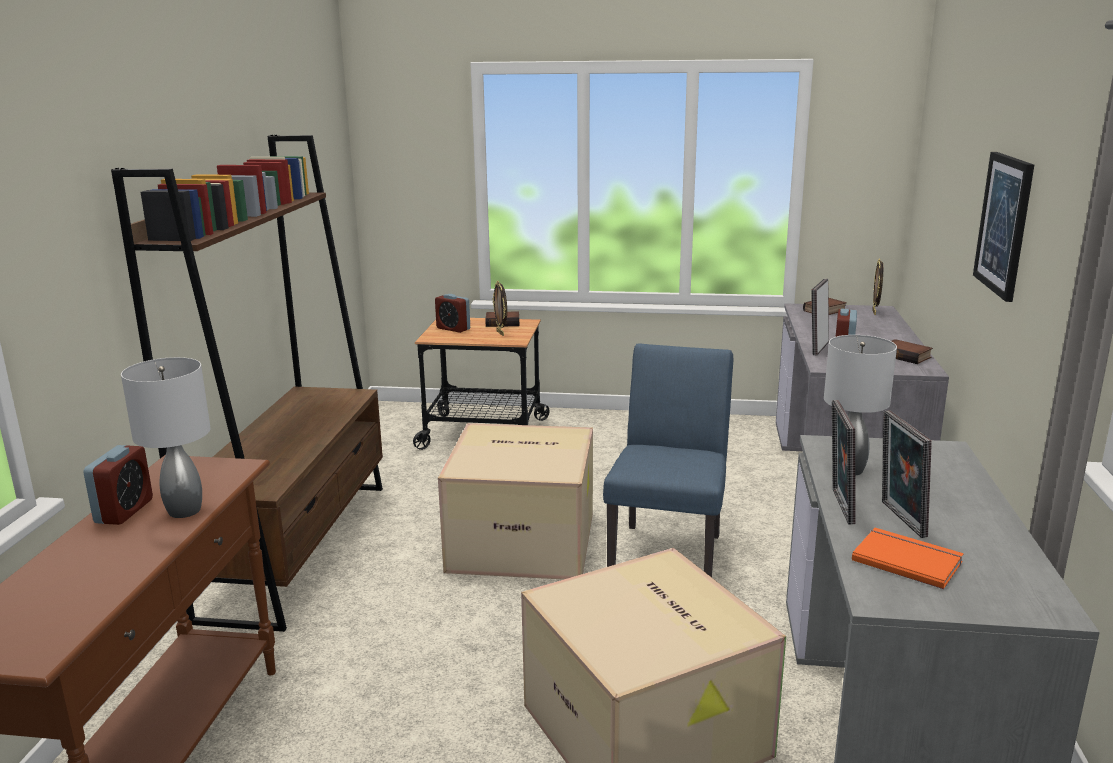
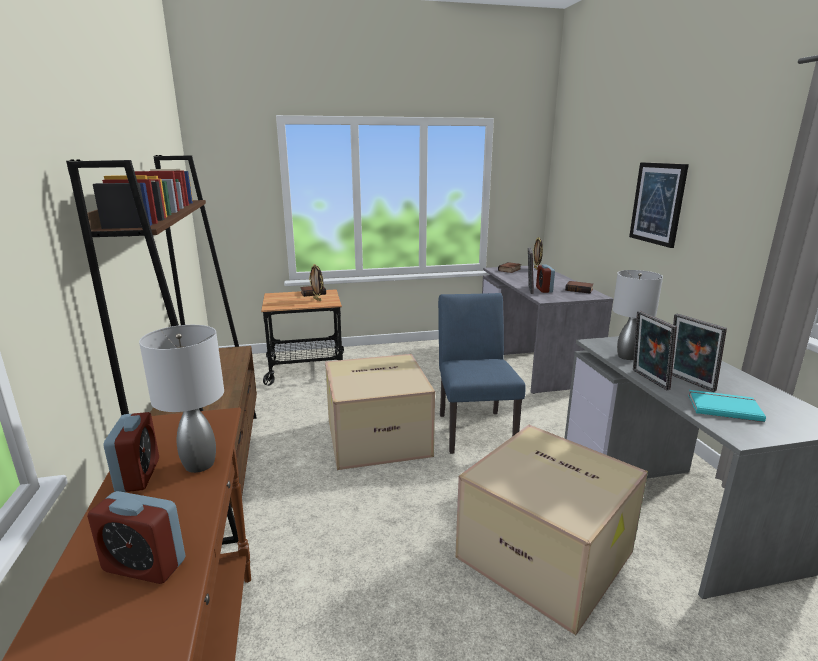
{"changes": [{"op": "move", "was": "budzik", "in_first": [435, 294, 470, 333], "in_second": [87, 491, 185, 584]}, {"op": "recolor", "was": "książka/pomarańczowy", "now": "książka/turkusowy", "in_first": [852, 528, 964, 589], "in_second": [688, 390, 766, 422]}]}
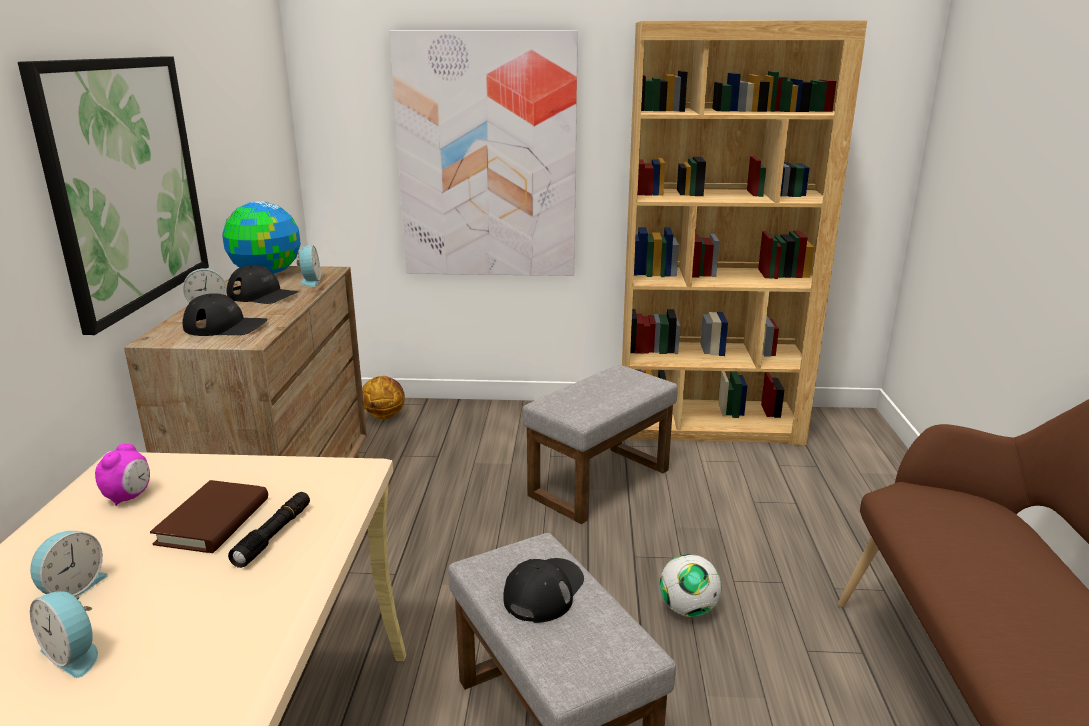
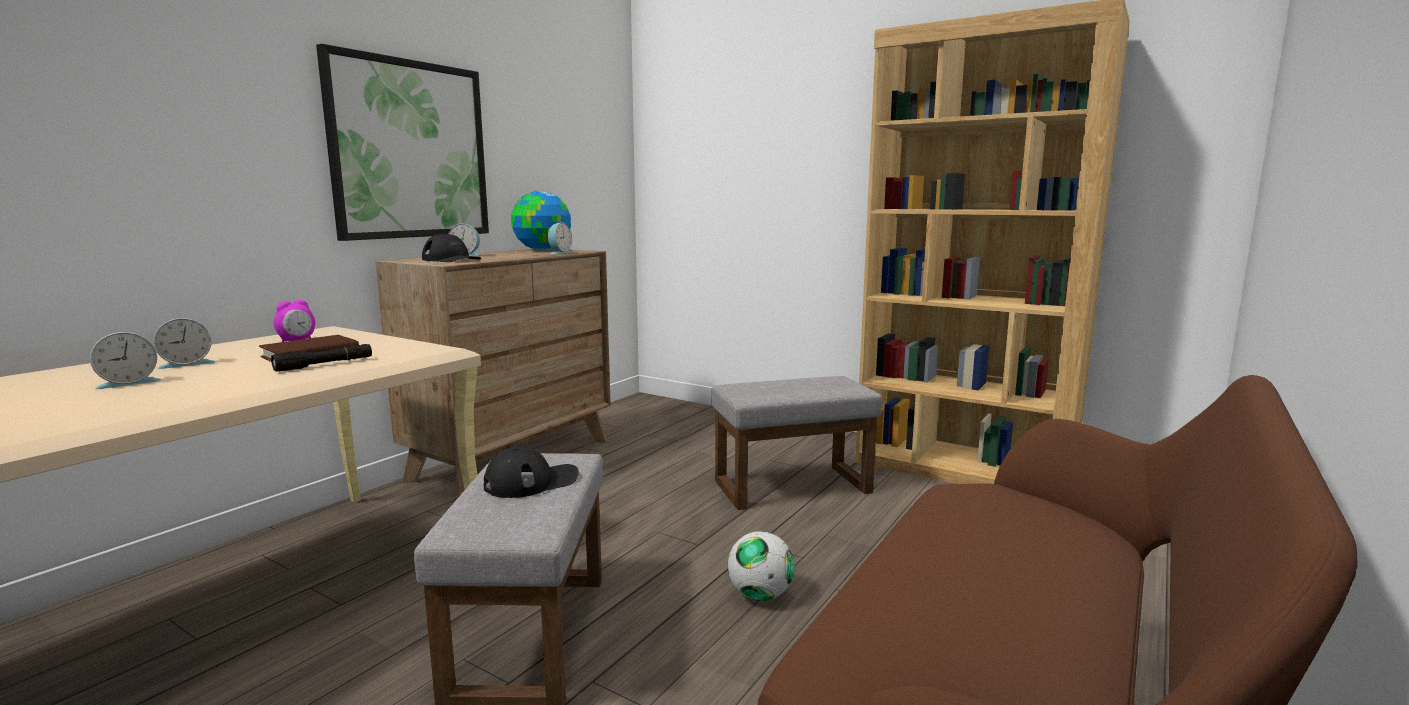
{"changes": [{"op": "rotate", "was": "budzik", "in_first": [30, 591, 98, 678], "in_second": [90, 332, 161, 389], "clockwise": -105}, {"op": "delete", "was": "czapka z daszkiem/czarny", "in_first": [227, 265, 299, 304]}, {"op": "delete", "was": "piłka do koszykówki", "in_first": [362, 376, 405, 419]}, {"op": "delete", "was": "obraz", "in_first": [389, 30, 578, 276]}]}
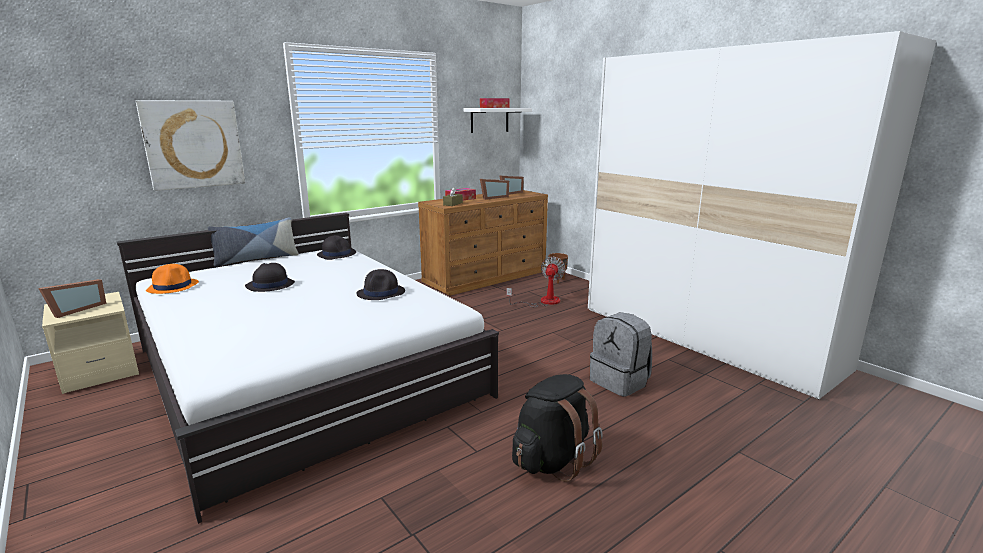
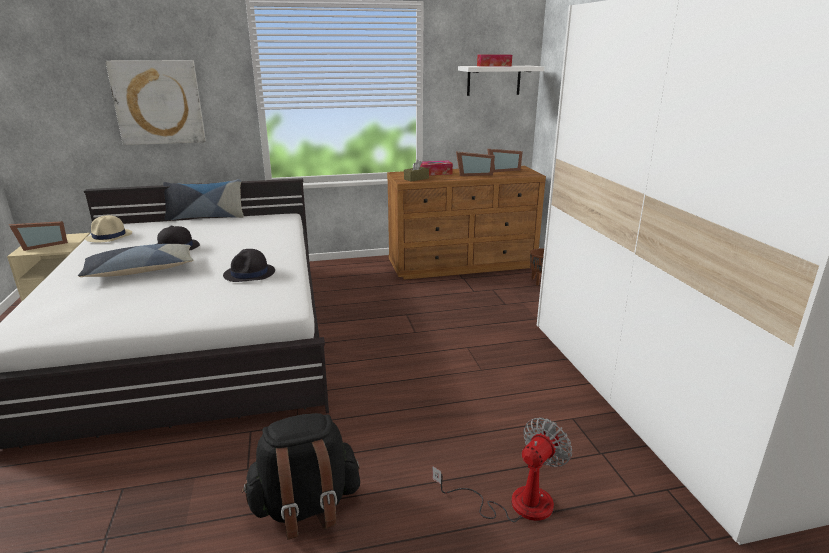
{"changes": [{"op": "insert", "now": "poduszka", "in_second": [78, 244, 193, 277]}, {"op": "recolor", "was": "kapelusz/pomarańczowy", "now": "kapelusz/beżowy", "in_first": [146, 264, 199, 294], "in_second": [85, 215, 132, 242]}, {"op": "move", "was": "wentylator", "in_first": [506, 257, 566, 307], "in_second": [432, 417, 572, 522]}, {"op": "delete", "was": "kapelusz/czarny", "in_first": [317, 235, 356, 260]}, {"op": "delete", "was": "plecak/szary", "in_first": [590, 312, 652, 397]}]}
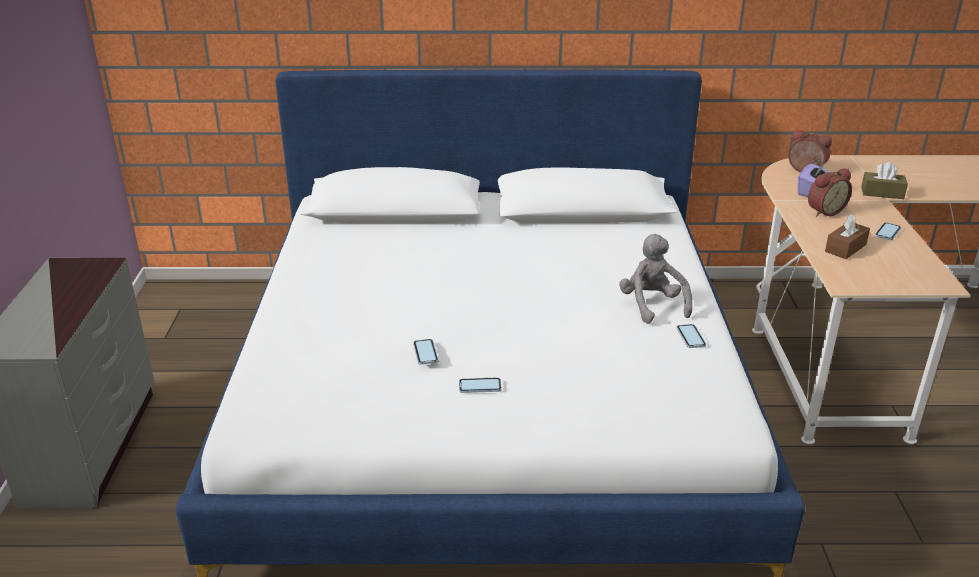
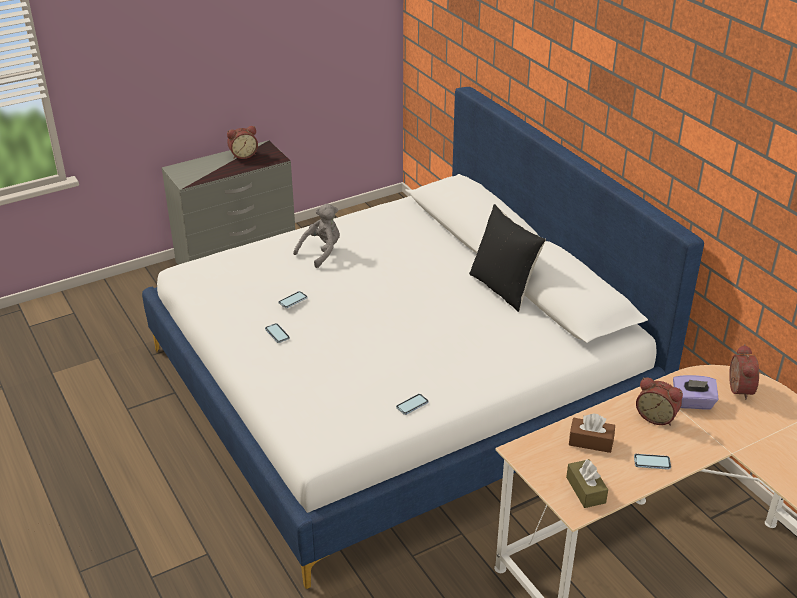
{"changes": [{"op": "insert", "now": "budzik", "in_second": [227, 126, 258, 159]}, {"op": "move", "was": "pluszak/szary", "in_first": [619, 234, 692, 324], "in_second": [293, 203, 340, 268]}, {"op": "insert", "now": "poduszka/czarny", "in_second": [469, 204, 546, 312]}, {"op": "move", "was": "pudełko chusteczek/brązowy", "in_first": [861, 162, 908, 199], "in_second": [566, 459, 608, 508]}]}
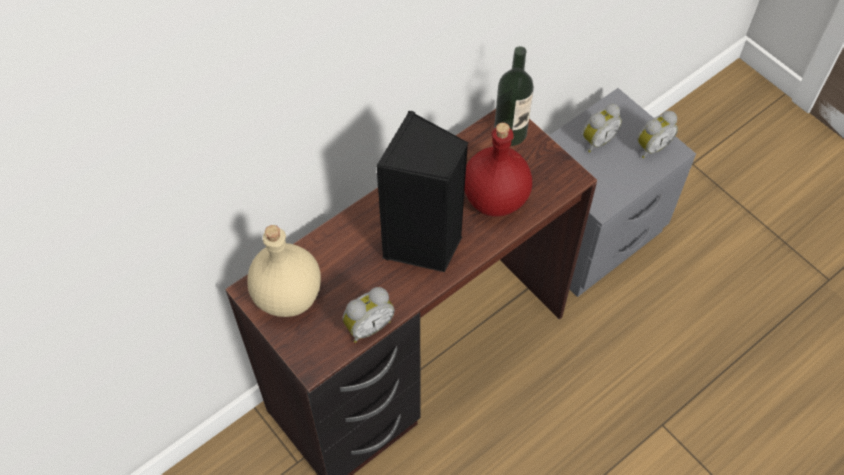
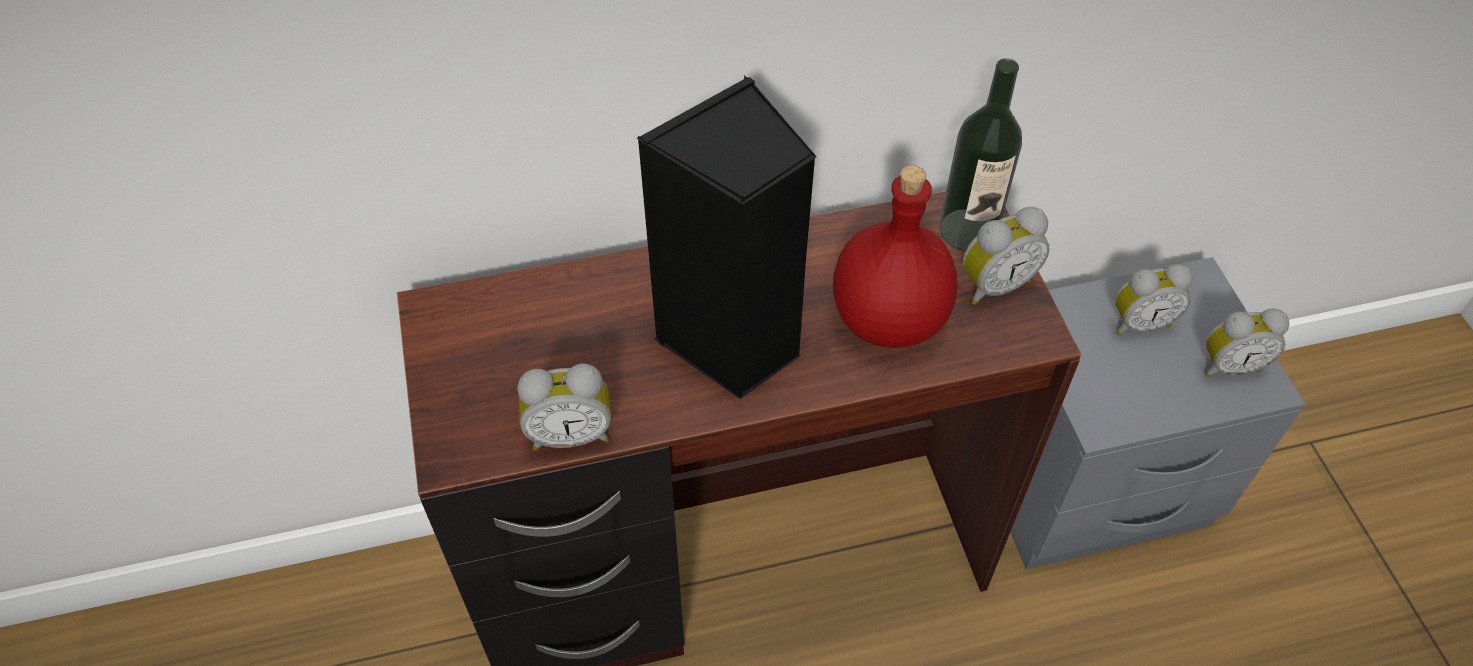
{"changes": [{"op": "insert", "now": "budzik", "in_second": [963, 207, 1049, 305]}, {"op": "delete", "was": "butelka/beżowy", "in_first": [247, 225, 321, 317]}]}
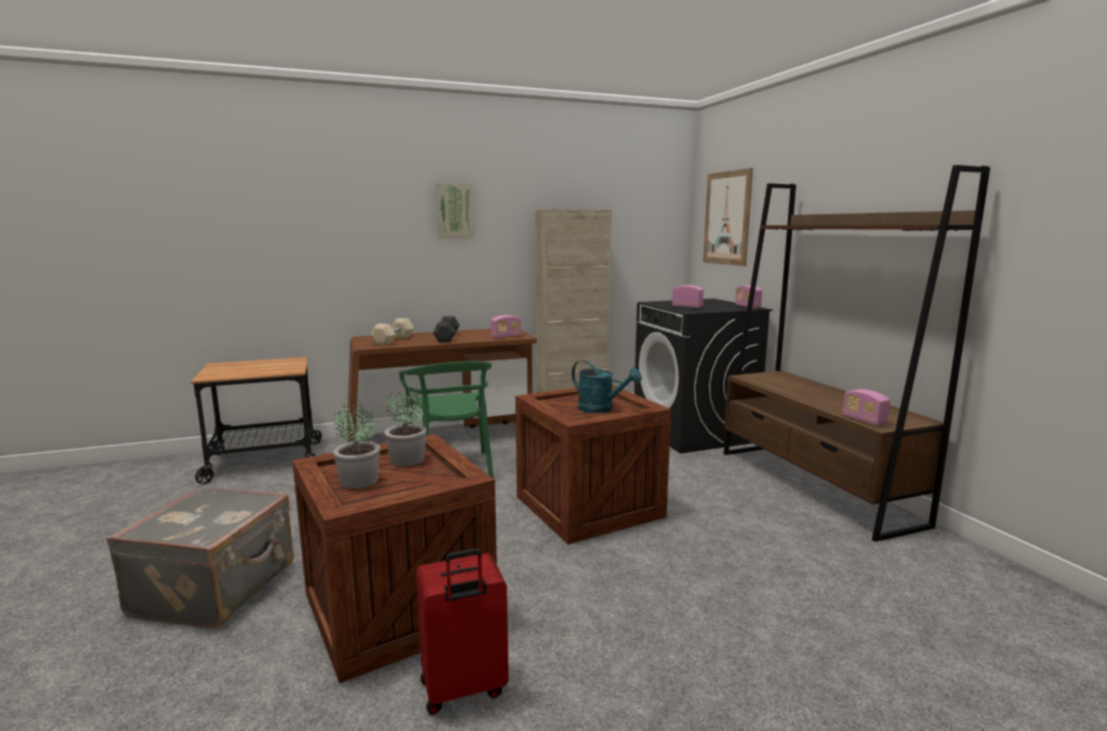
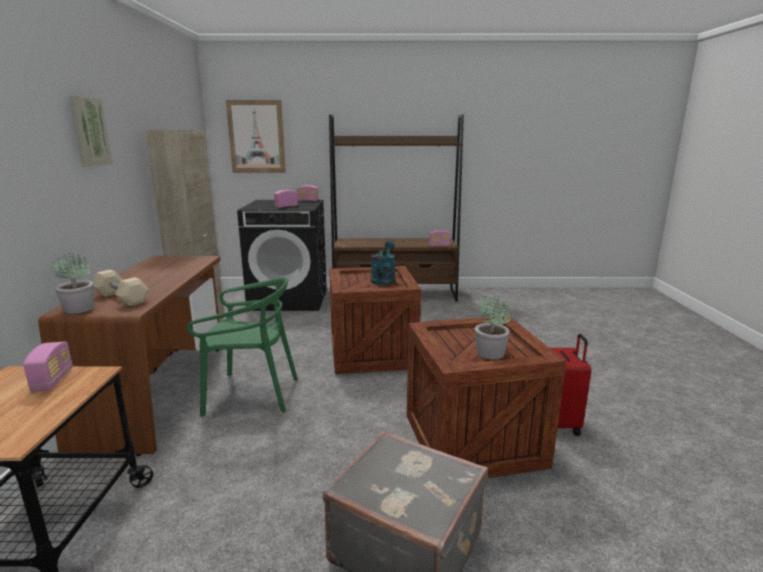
{"changes": [{"op": "move", "was": "radio", "in_first": [491, 315, 521, 338], "in_second": [23, 342, 73, 391]}, {"op": "move", "was": "roślina doniczkowa", "in_first": [384, 390, 427, 466], "in_second": [52, 253, 95, 314]}, {"op": "rotate", "was": "konewka/turkusowy", "in_first": [572, 360, 642, 413], "in_second": [371, 241, 395, 285], "clockwise": -45}, {"op": "delete", "was": "hantel/szary", "in_first": [433, 316, 460, 342]}]}
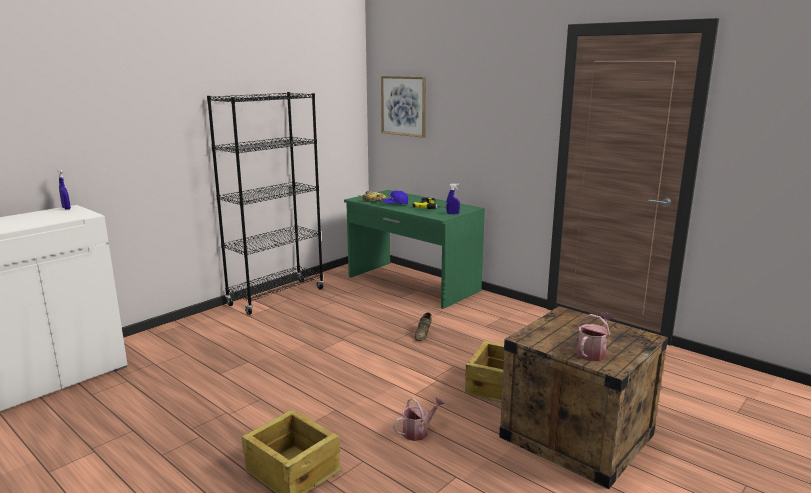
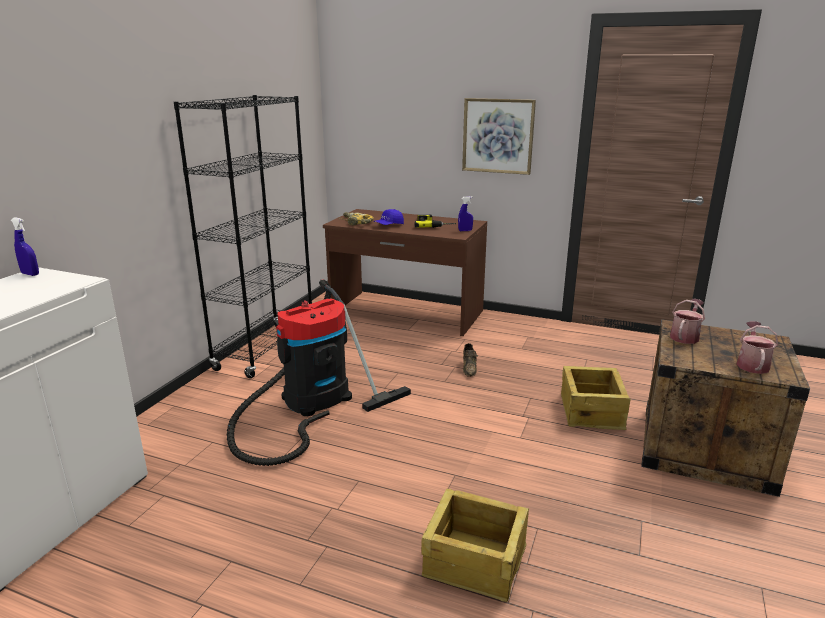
{"changes": [{"op": "insert", "now": "odkurzacz", "in_second": [227, 279, 411, 466]}, {"op": "recolor", "was": "biurko/zielony", "now": "biurko/brązowy", "in_first": [344, 190, 485, 309], "in_second": [323, 209, 487, 336]}, {"op": "move", "was": "obraz", "in_first": [381, 76, 426, 138], "in_second": [462, 98, 536, 175]}, {"op": "move", "was": "konewka", "in_first": [393, 397, 445, 441], "in_second": [670, 299, 705, 344]}]}
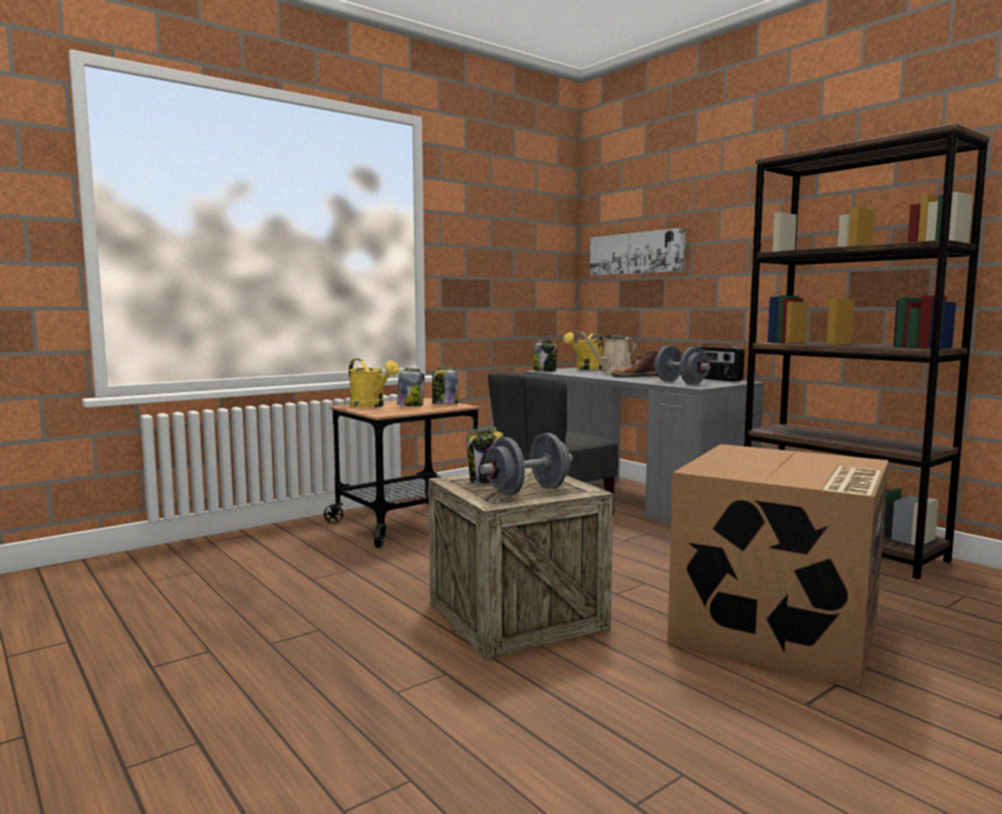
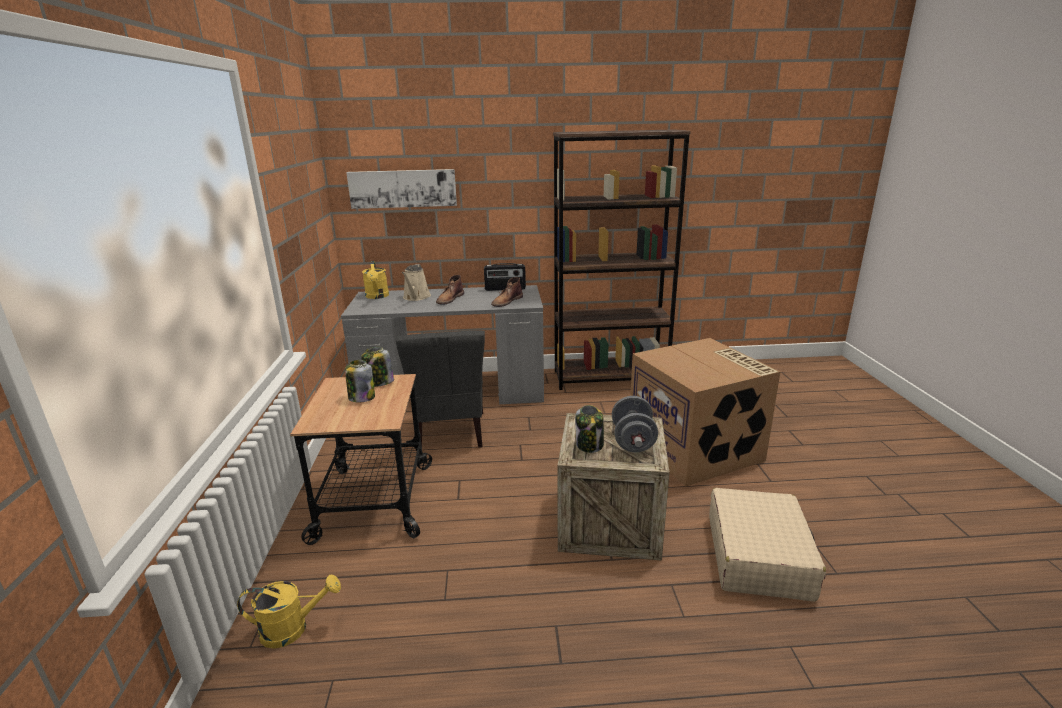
{"changes": [{"op": "move", "was": "konewka/żółty", "in_first": [349, 359, 399, 408], "in_second": [237, 575, 341, 649]}, {"op": "replace", "was": "hantel/szary", "now": "but z cholewką/brązowy", "in_first": [654, 345, 711, 385], "in_second": [491, 277, 523, 307]}, {"op": "insert", "now": "walizka/beżowy", "in_second": [709, 488, 826, 602]}, {"op": "delete", "was": "słoik", "in_first": [533, 340, 557, 372]}]}
